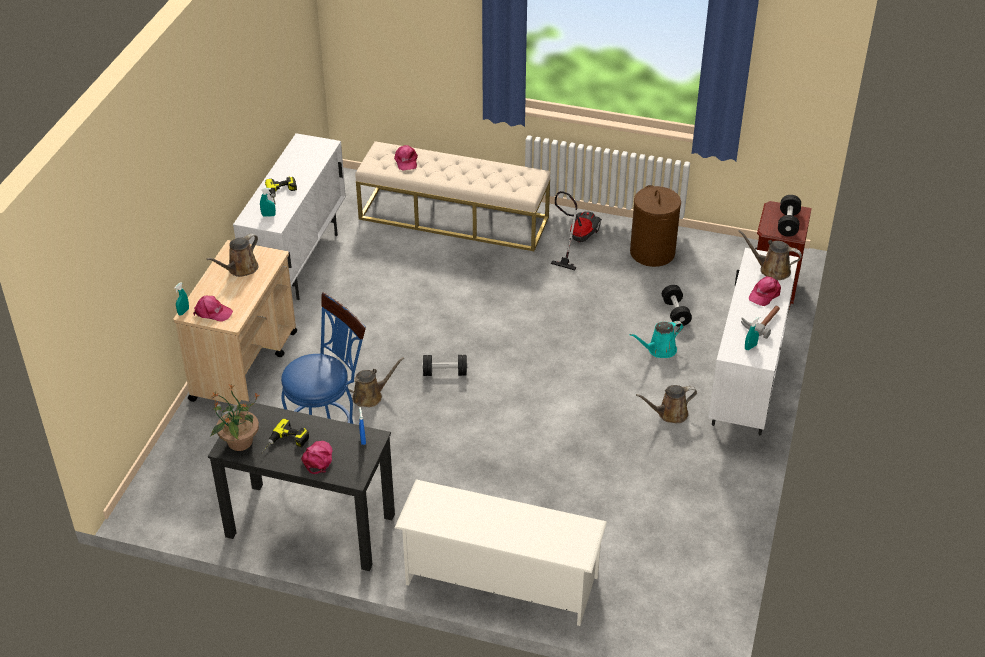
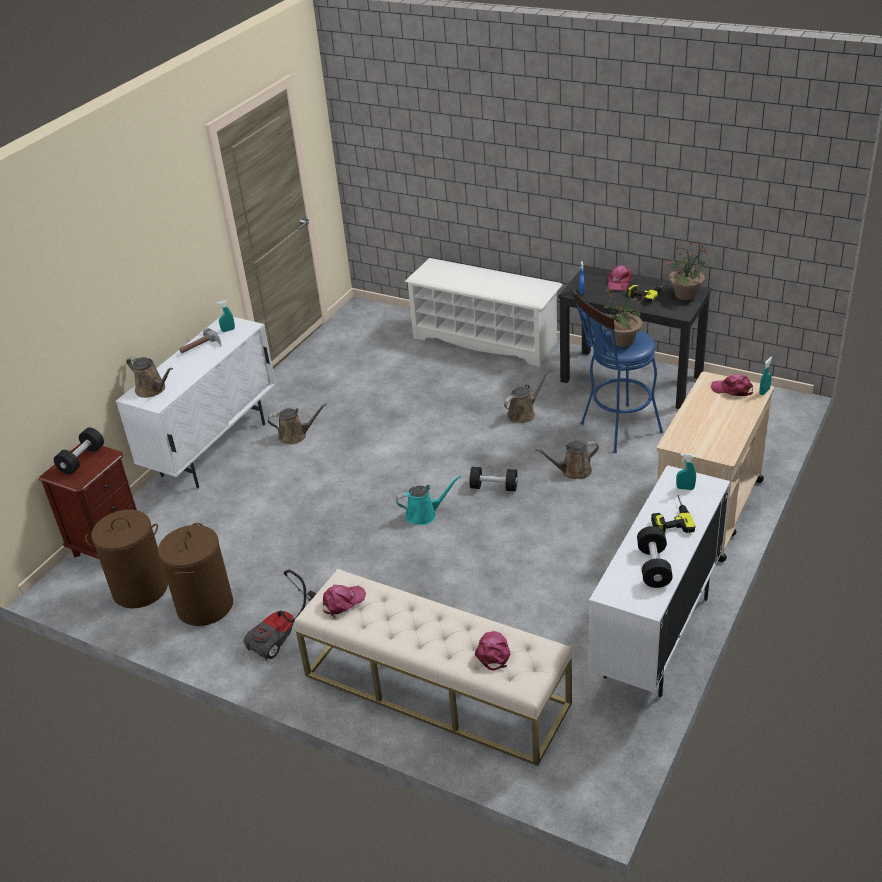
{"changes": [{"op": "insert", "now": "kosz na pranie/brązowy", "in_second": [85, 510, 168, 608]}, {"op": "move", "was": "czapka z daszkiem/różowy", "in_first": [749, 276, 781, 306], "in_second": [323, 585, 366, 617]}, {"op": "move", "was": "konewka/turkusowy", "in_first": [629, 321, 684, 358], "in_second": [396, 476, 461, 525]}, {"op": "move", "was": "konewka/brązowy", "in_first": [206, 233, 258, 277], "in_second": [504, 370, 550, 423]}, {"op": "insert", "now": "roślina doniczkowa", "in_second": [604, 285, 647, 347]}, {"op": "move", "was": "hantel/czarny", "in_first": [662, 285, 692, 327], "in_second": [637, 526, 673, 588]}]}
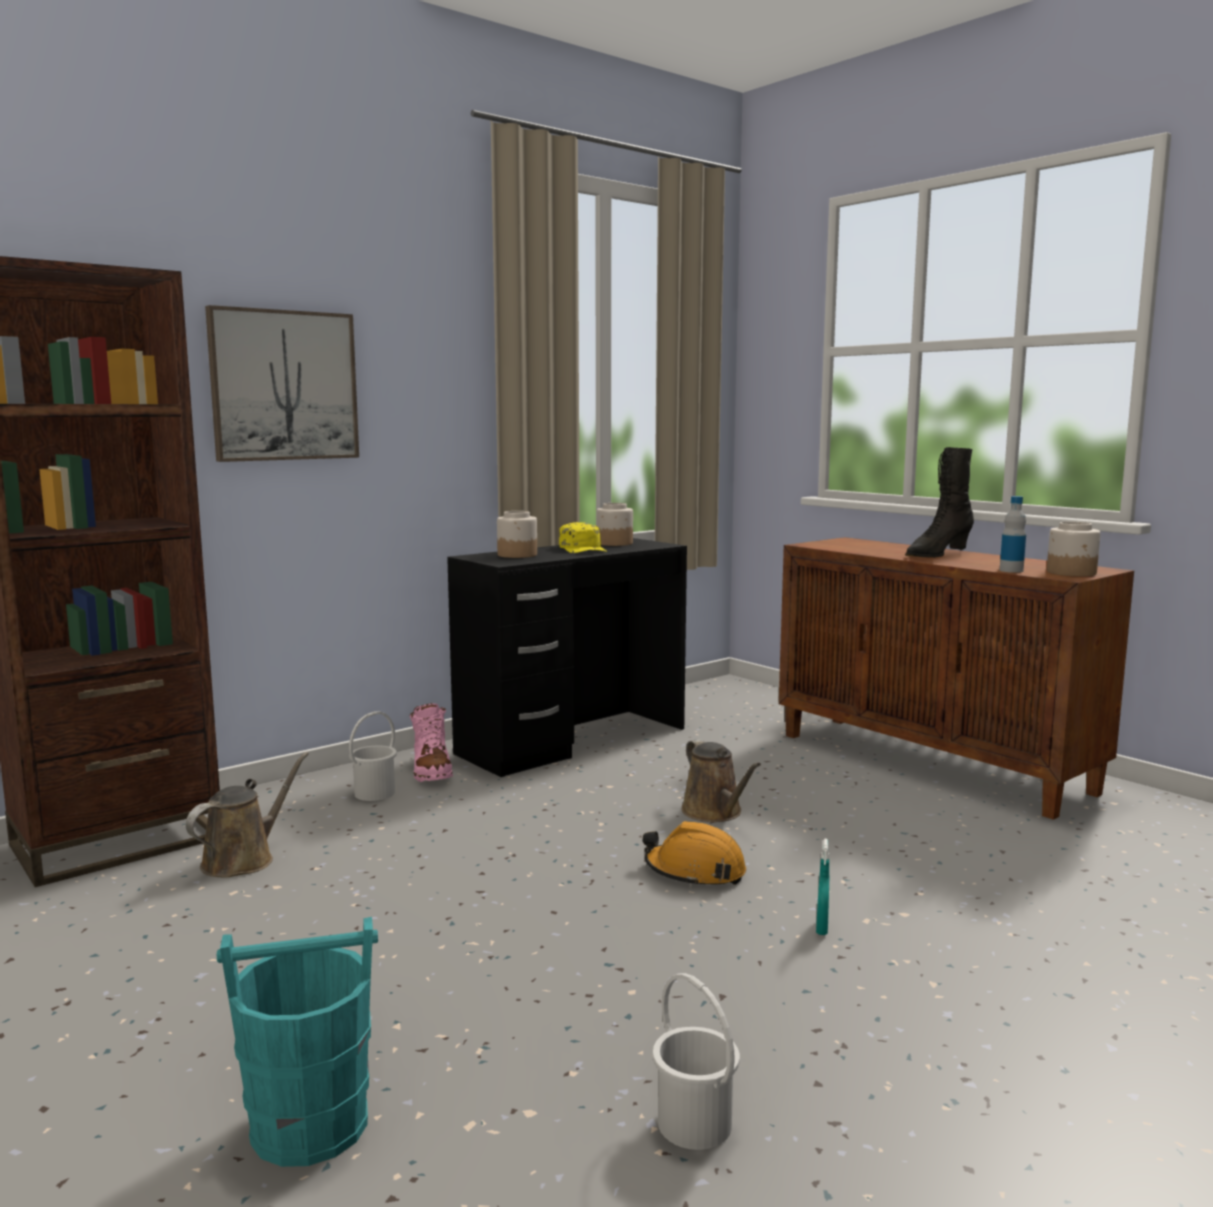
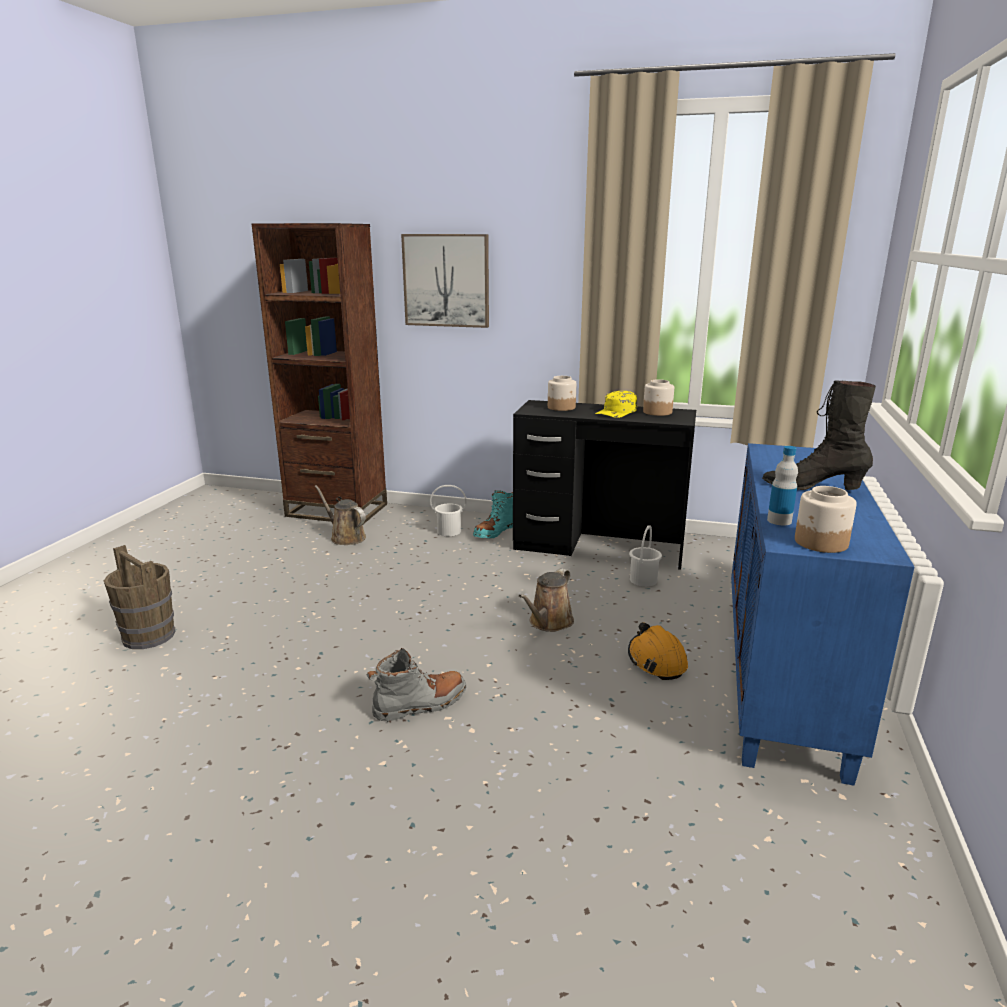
{"changes": [{"op": "recolor", "was": "wiadro/turkusowy", "now": "wiadro/brązowy", "in_first": [217, 917, 378, 1167], "in_second": [104, 545, 175, 649]}, {"op": "rotate", "was": "konewka/brązowy", "in_first": [186, 752, 309, 878], "in_second": [314, 485, 366, 545], "clockwise": -135}, {"op": "replace", "was": "spryskiwacz/turkusowy", "now": "but z cholewką/szary", "in_first": [816, 839, 829, 935], "in_second": [367, 648, 466, 722]}, {"op": "recolor", "was": "but z cholewką/różowy", "now": "but z cholewką/turkusowy", "in_first": [410, 703, 453, 782], "in_second": [473, 490, 513, 539]}, {"op": "move", "was": "kask/pomarańczowy", "in_first": [643, 821, 746, 887], "in_second": [628, 622, 688, 680]}, {"op": "move", "was": "wiadro/biały", "in_first": [652, 973, 740, 1150], "in_second": [629, 525, 662, 587]}, {"op": "recolor", "was": "szafka/brązowy", "now": "szafka/niebieski", "in_first": [779, 537, 1134, 820], "in_second": [731, 443, 914, 786]}]}
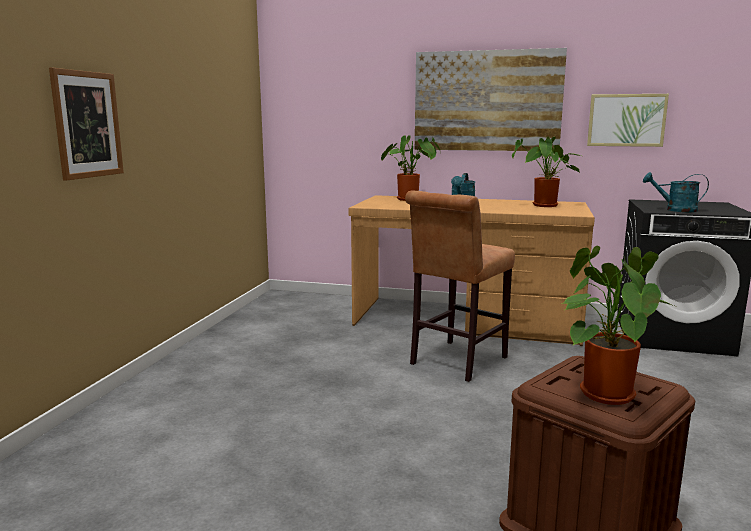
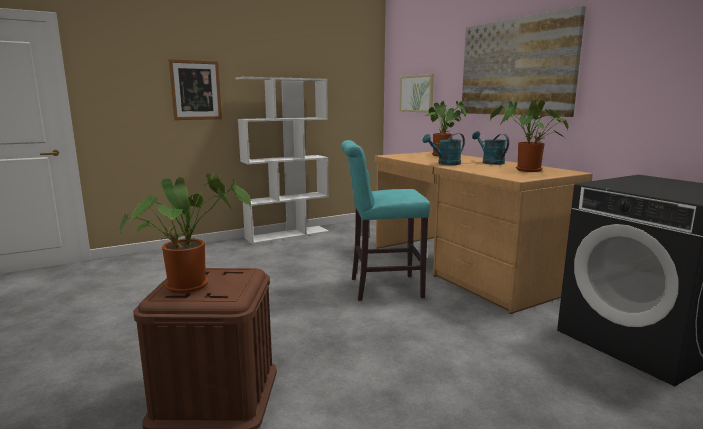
{"changes": [{"op": "insert", "now": "regał/biały", "in_second": [235, 77, 329, 244]}, {"op": "recolor", "was": "stołek/brązowy", "now": "stołek/turkusowy", "in_first": [405, 191, 515, 382], "in_second": [341, 140, 430, 301]}, {"op": "move", "was": "obraz", "in_first": [587, 94, 669, 147], "in_second": [400, 74, 434, 113]}, {"op": "move", "was": "konewka/turkusowy", "in_first": [643, 172, 709, 212], "in_second": [472, 131, 509, 165]}]}
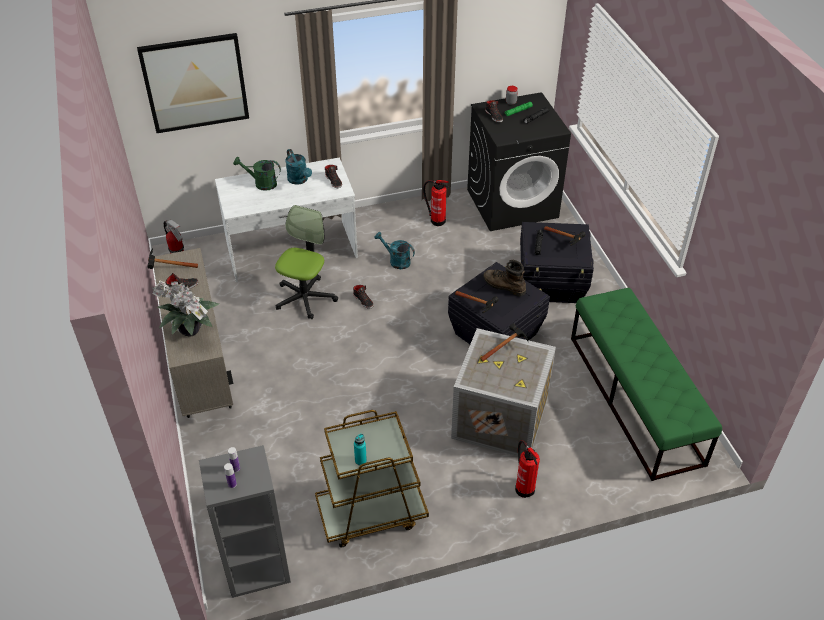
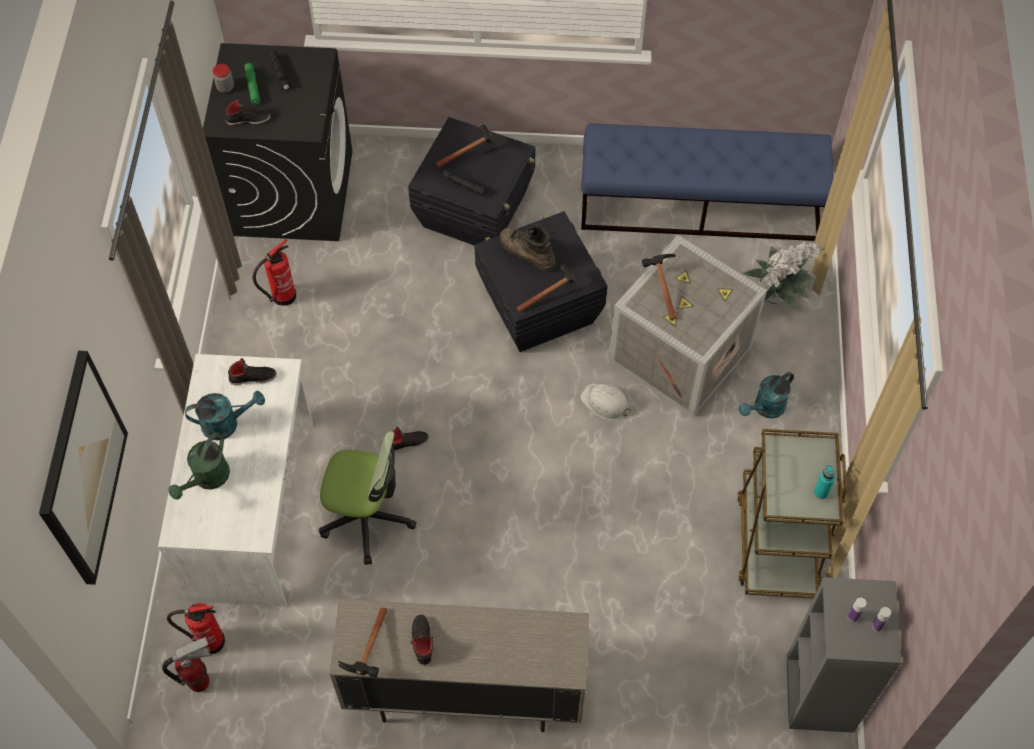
{"changes": [{"op": "move", "was": "gaśnica", "in_first": [515, 440, 540, 498], "in_second": [167, 603, 225, 654]}, {"op": "rotate", "was": "krzesło biurowe", "in_first": [275, 205, 338, 319], "in_second": [319, 431, 417, 565], "clockwise": 150}, {"op": "rotate", "was": "but z cholewką/brązowy", "in_first": [483, 260, 526, 297], "in_second": [500, 224, 556, 272], "clockwise": 75}, {"op": "insert", "now": "kask/biały", "in_second": [580, 383, 631, 421]}, {"op": "recolor", "was": "ławka/zielony", "now": "ławka/niebieski", "in_first": [571, 288, 722, 481], "in_second": [581, 123, 834, 241]}, {"op": "move", "was": "konewka/turkusowy", "in_first": [374, 232, 415, 269], "in_second": [739, 372, 794, 418]}, {"op": "move", "was": "roślina doniczkowa", "in_first": [152, 280, 219, 337], "in_second": [742, 241, 821, 309]}]}
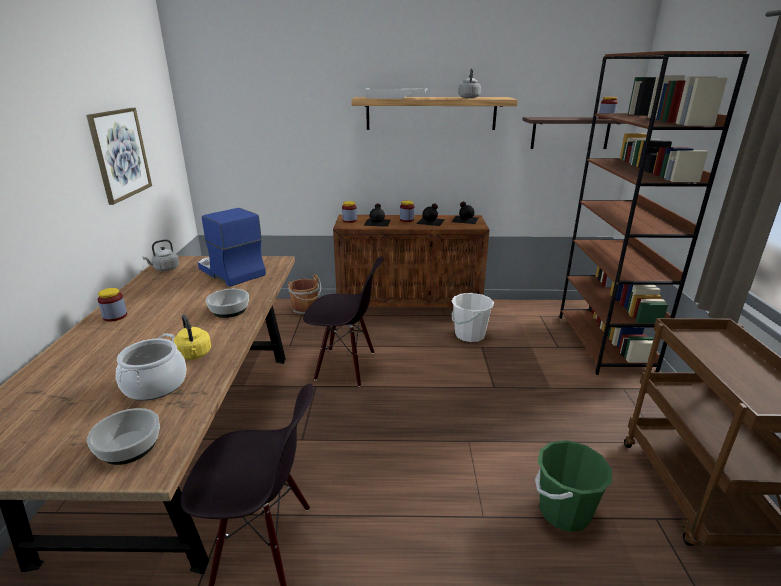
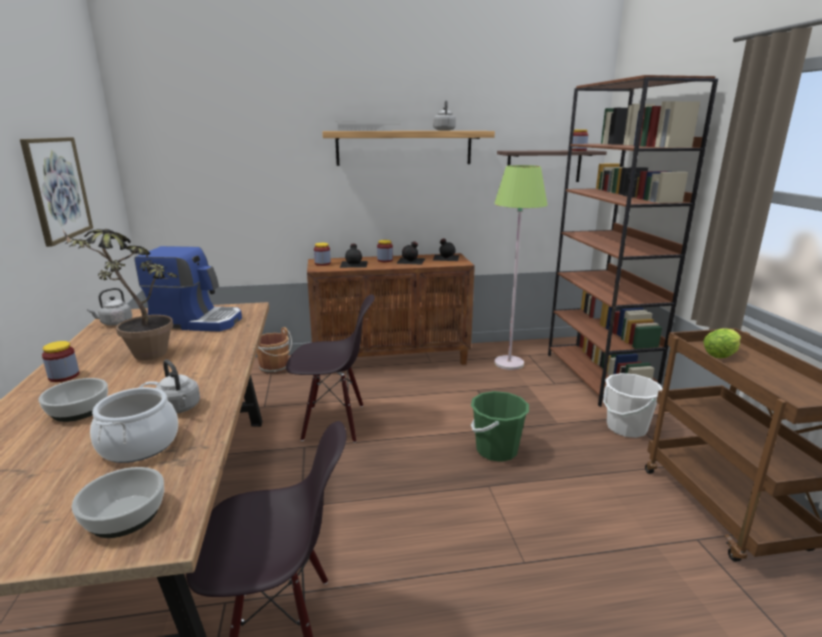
{"changes": [{"op": "move", "was": "miska", "in_first": [206, 289, 249, 318], "in_second": [38, 378, 108, 422]}, {"op": "insert", "now": "roślina doniczkowa", "in_second": [63, 229, 178, 360]}, {"op": "rotate", "was": "ekspres do kawy", "in_first": [198, 208, 266, 287], "in_second": [134, 246, 242, 331], "clockwise": 150}, {"op": "recolor", "was": "czajnik/żółty", "now": "czajnik/szary", "in_first": [174, 314, 211, 360], "in_second": [156, 360, 200, 413]}, {"op": "move", "was": "wiadro/zielony", "in_first": [535, 440, 612, 532], "in_second": [471, 391, 529, 462]}, {"op": "insert", "now": "lampa stojąca/zielony", "in_second": [494, 165, 547, 370]}, {"op": "move", "was": "wiadro/biały", "in_first": [452, 293, 494, 342], "in_second": [603, 373, 663, 438]}, {"op": "insert", "now": "sałata", "in_second": [703, 328, 741, 358]}]}
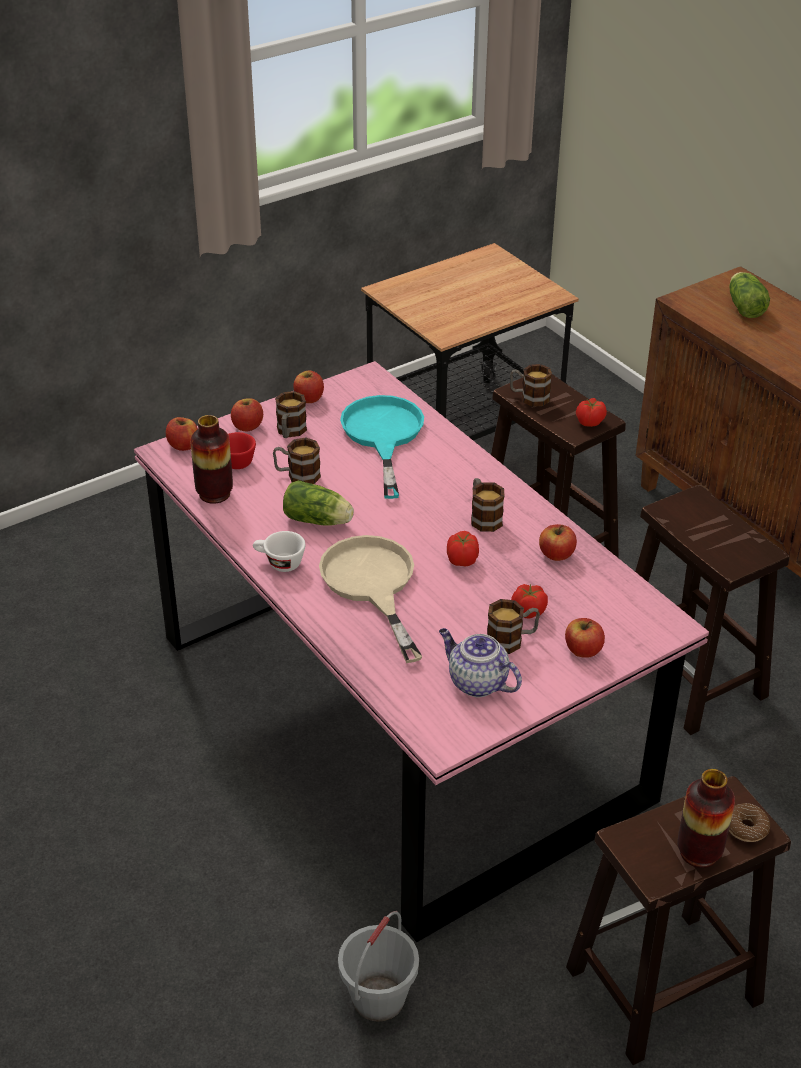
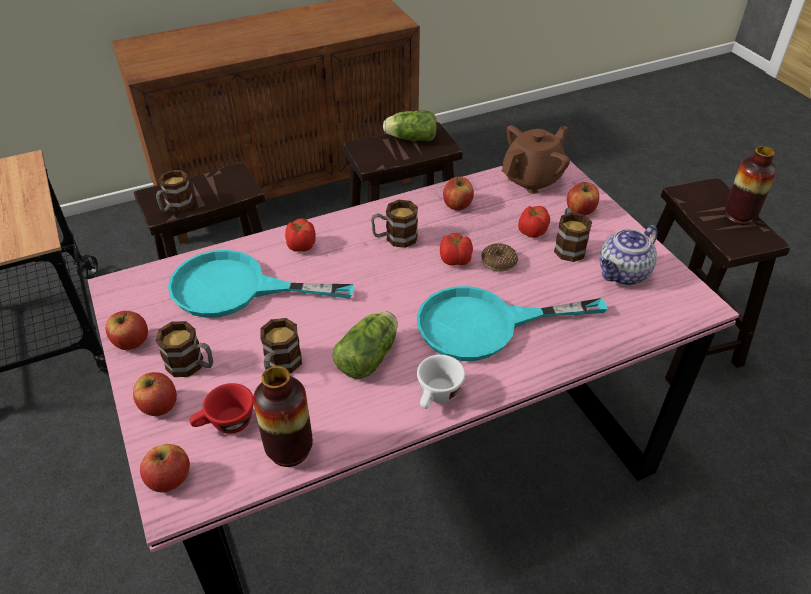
{"changes": [{"op": "move", "was": "pomidor", "in_first": [576, 398, 607, 427], "in_second": [285, 218, 316, 252]}, {"op": "move", "was": "sałata", "in_first": [729, 272, 770, 318], "in_second": [383, 110, 437, 141]}, {"op": "recolor", "was": "patelnia/beżowy", "now": "patelnia/turkusowy", "in_first": [319, 535, 423, 663], "in_second": [417, 286, 607, 361]}, {"op": "move", "was": "donut", "in_first": [729, 803, 770, 842], "in_second": [481, 243, 518, 272]}, {"op": "insert", "now": "imbryk/brązowy", "in_second": [502, 125, 570, 194]}, {"op": "delete", "was": "wiadro/szary", "in_first": [338, 911, 419, 1022]}]}
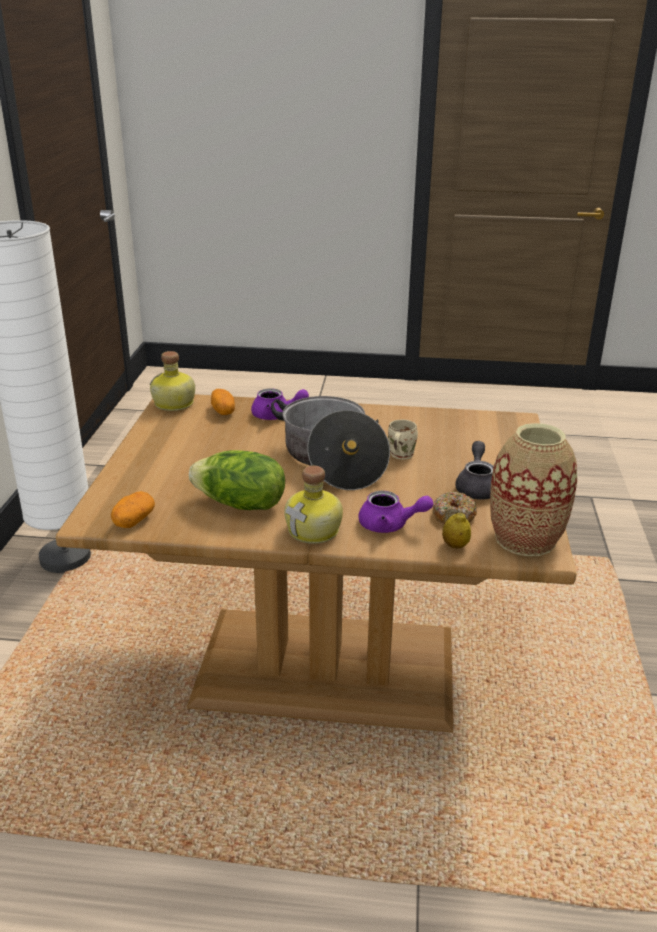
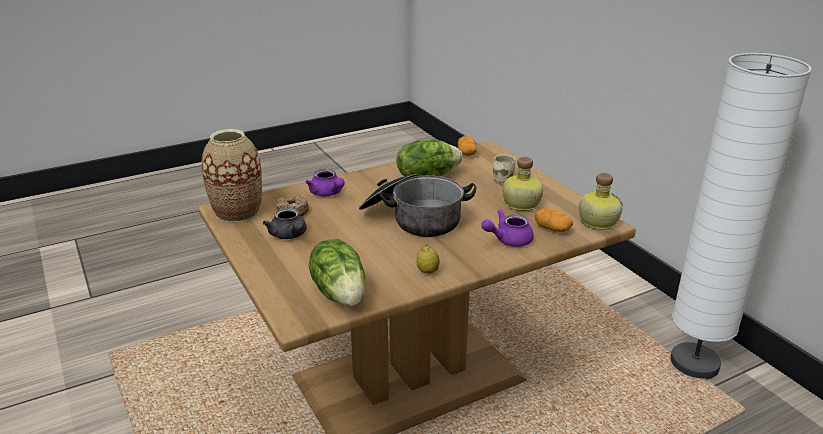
{"changes": [{"op": "rotate", "was": "imbryk/fioletowy", "in_first": [358, 491, 433, 533], "in_second": [306, 169, 345, 196], "clockwise": -105}, {"op": "insert", "now": "sałata", "in_second": [309, 239, 365, 306]}, {"op": "move", "was": "cytryna", "in_first": [442, 513, 471, 549], "in_second": [417, 244, 439, 274]}, {"op": "move", "was": "kubek/beżowy", "in_first": [388, 420, 418, 460], "in_second": [493, 155, 516, 185]}, {"op": "move", "was": "butelka", "in_first": [284, 466, 343, 544], "in_second": [502, 157, 543, 211]}]}
